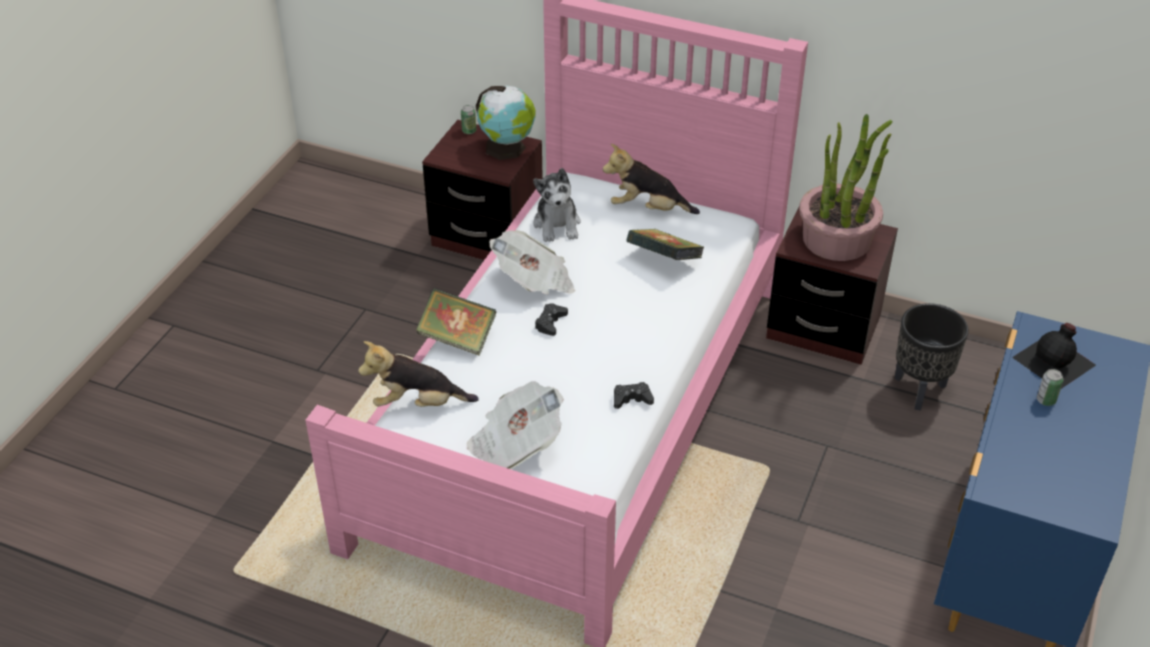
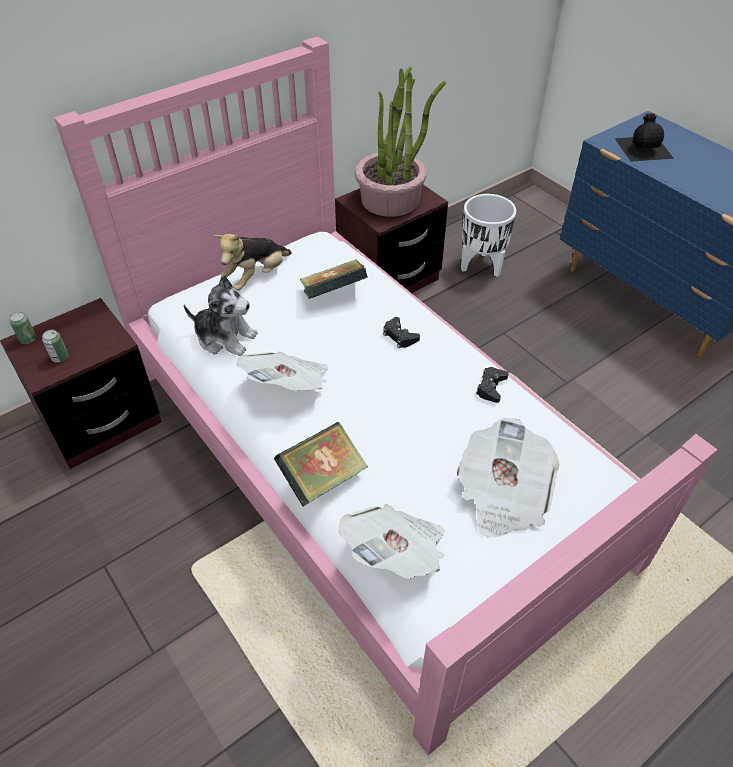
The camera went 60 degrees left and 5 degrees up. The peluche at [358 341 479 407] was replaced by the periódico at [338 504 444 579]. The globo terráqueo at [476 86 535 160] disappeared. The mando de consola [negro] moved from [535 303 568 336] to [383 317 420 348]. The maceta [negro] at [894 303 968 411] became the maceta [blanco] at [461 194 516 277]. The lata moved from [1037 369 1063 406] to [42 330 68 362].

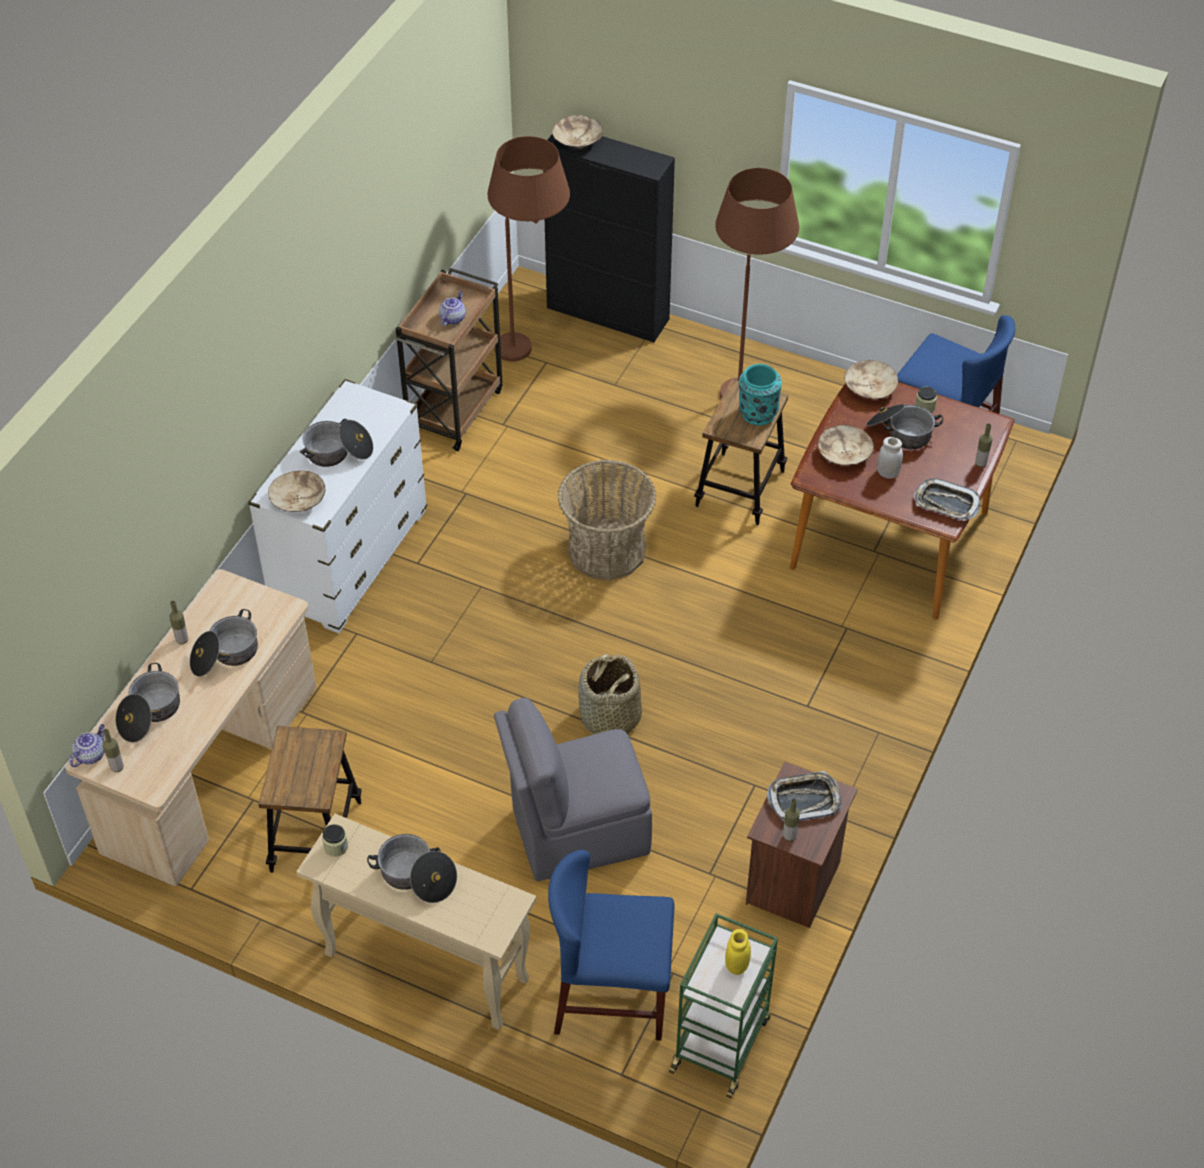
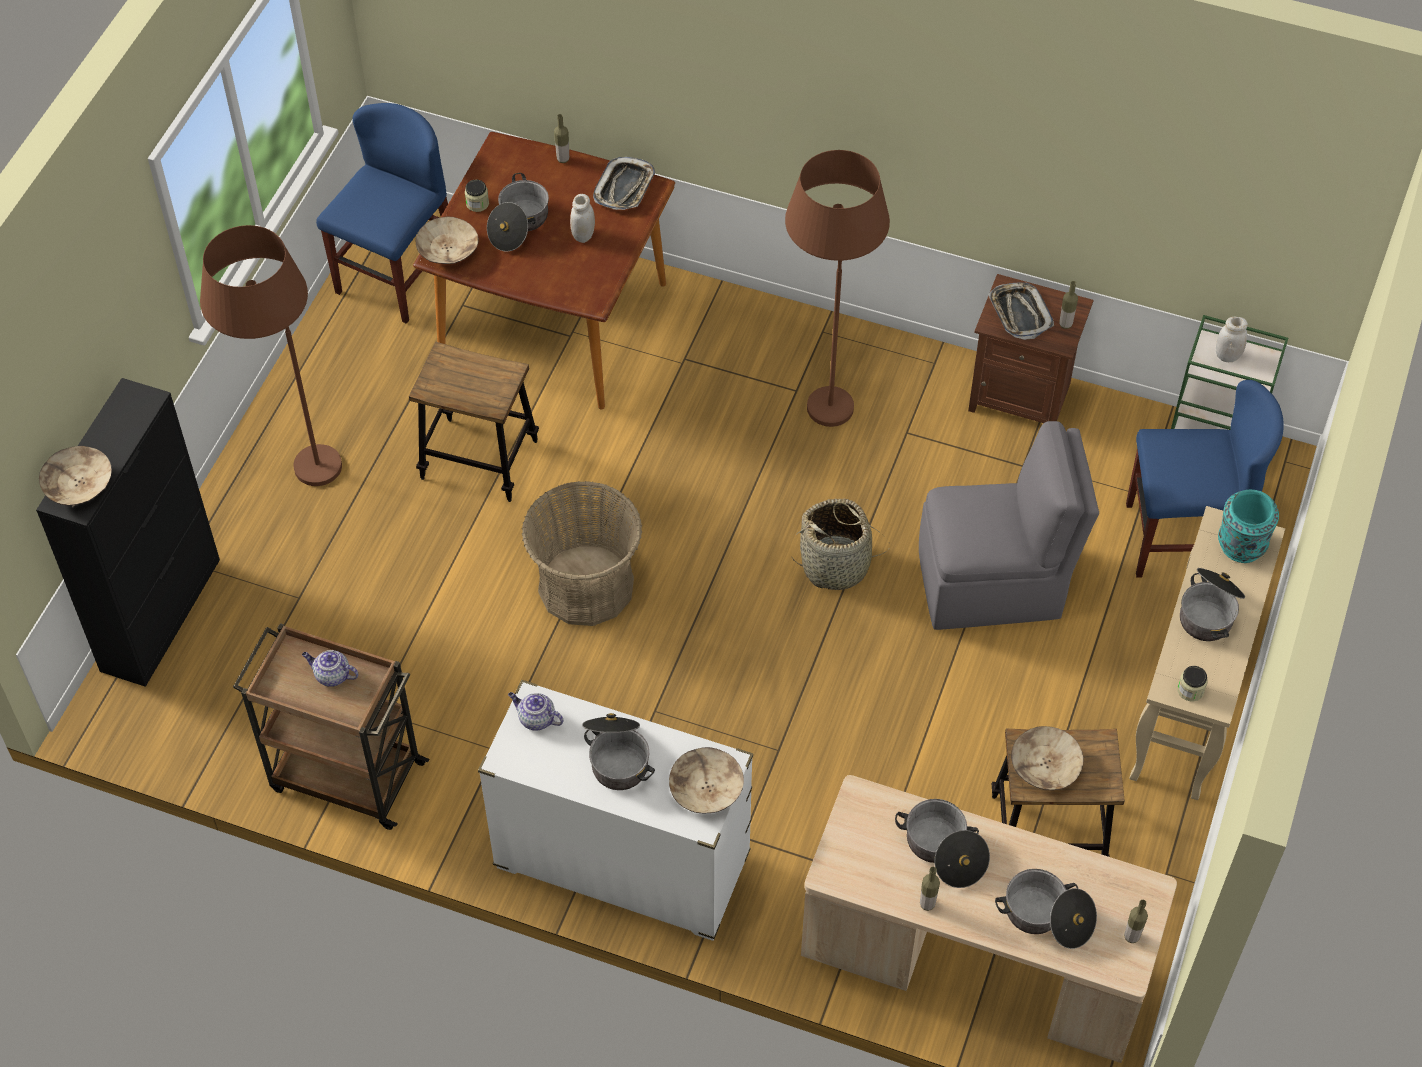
The camera went 95 degrees left and 5 degrees up. The tetera moved from [70 724 105 767] to [508 692 563 731]. The lámpara de pie [marrón] moved from [488 136 570 361] to [785 150 890 427]. The silla [gris] at [494 698 652 881] turned 75 degrees counterclockwise. The silla [azul] at [548 850 675 1041] turned 90 degrees counterclockwise. The tarro [amarillo] at [725 929 751 975] became the tarro [blanco] at [1216 317 1248 362]. The florero [turquesa] moved from [739 364 782 425] to [1218 490 1279 563]. The cuenco [beis] moved from [818 425 874 465] to [1011 726 1083 790].

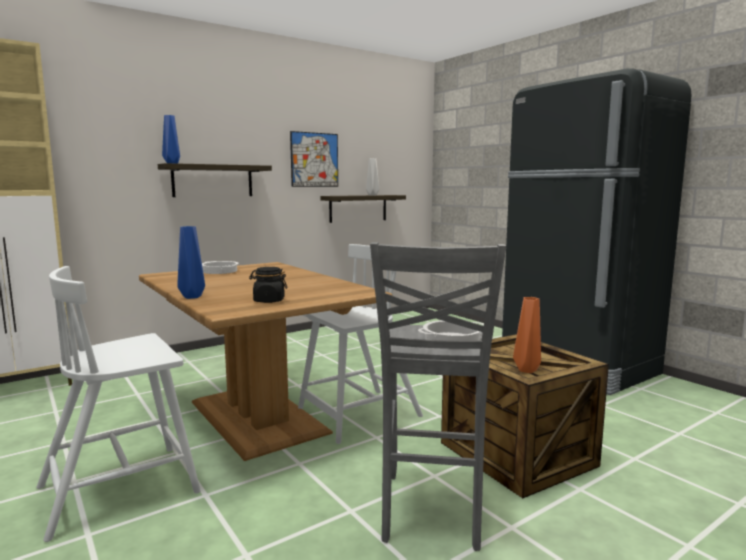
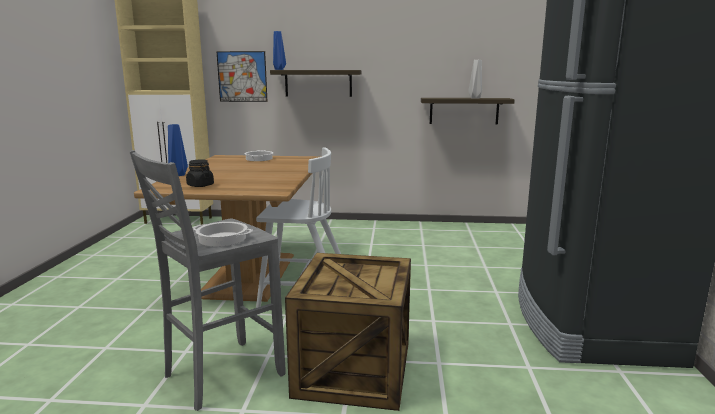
The camera went 40 degrees right and 5 degrees up. The silla [blanco] at [36 266 201 542] disappeared. The cuadro moved from [290 131 338 187] to [216 51 268 102]. The florero [naranja] at [513 297 541 373] disappeared.

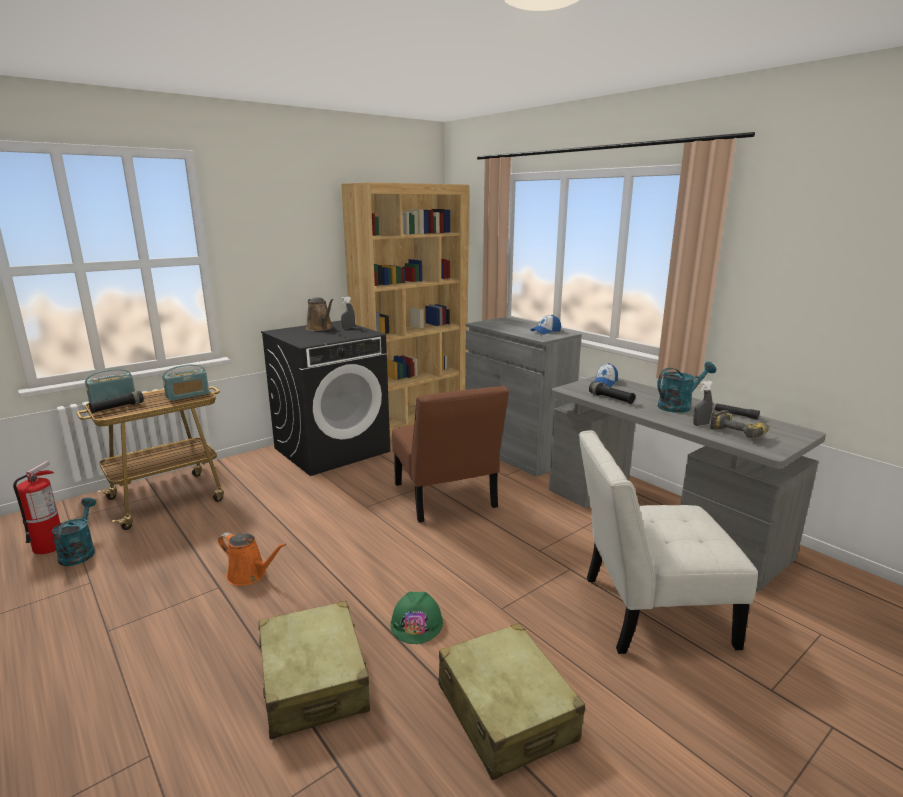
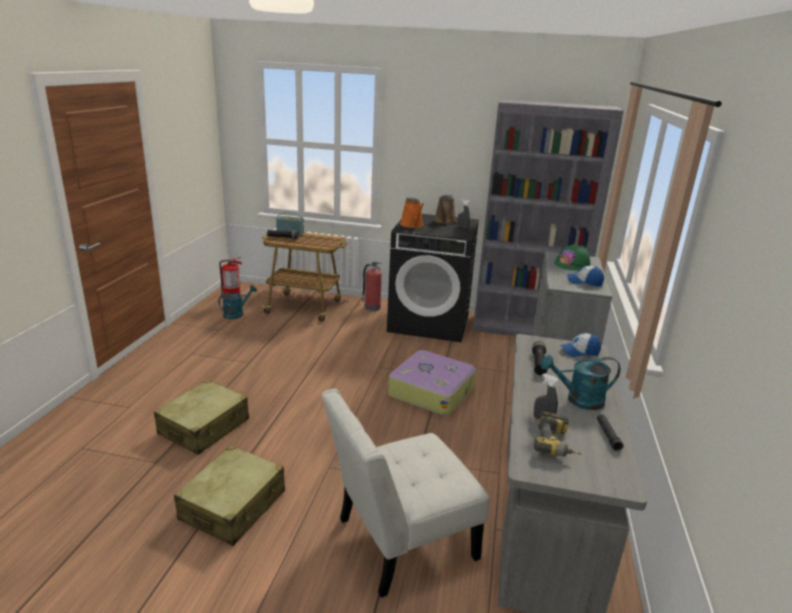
The camera went 50 degrees right and 5 degrees up. The radio at [162 364 209 401] disappeared. The regadera [naranja] moved from [218 532 287 586] to [400 197 424 228]. The estantería [marrón] at [341 182 469 436] became the estantería [gris] at [473 99 624 336]. The casco [verde] moved from [390 592 443 644] to [554 243 591 270]. The silla [marrón] at [392 386 509 523] was replaced by the maleta at [388 350 476 416]. The silla [blanco] at [579 430 758 654] turned 75 degrees counterclockwise. The regadera [turquesa] at [657 362 716 413] turned 150 degrees clockwise. The extintor at [362 262 382 311] appeared.

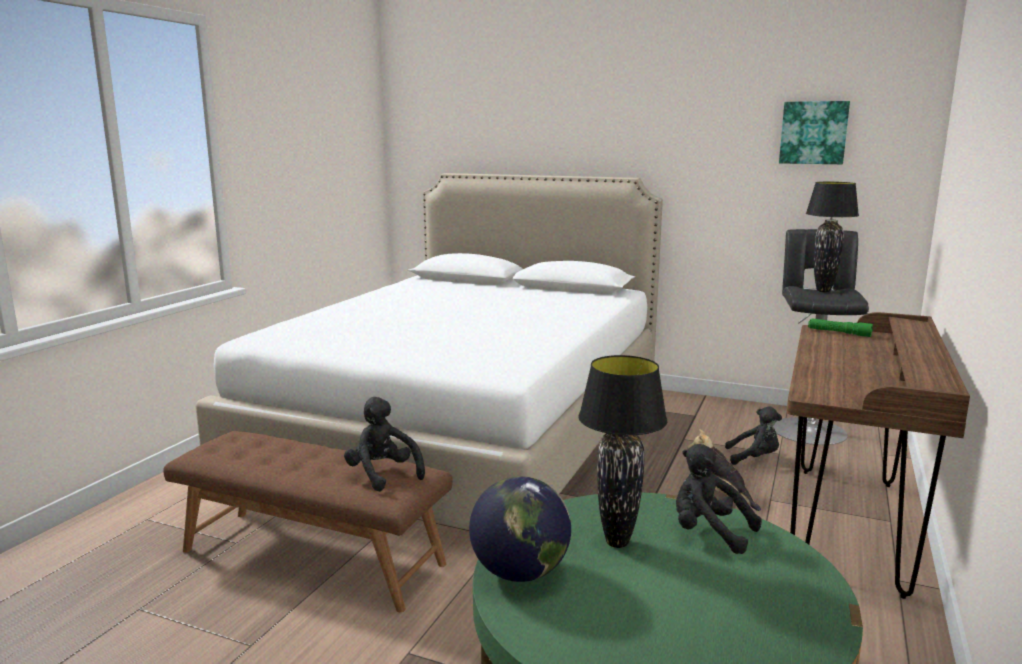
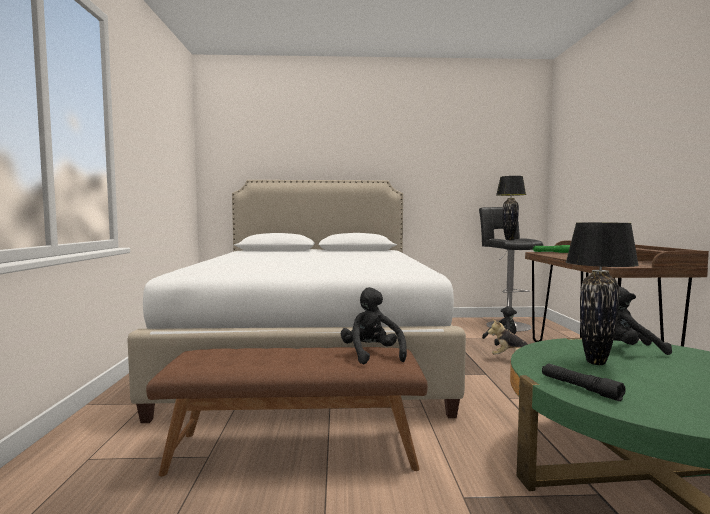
The camera went 25 degrees left and 10 degrees down. The peluche [negro] at [344 397 425 492] turned 45 degrees clockwise. The globo terráqueo at [469 476 571 582] was replaced by the linterna [negro] at [542 363 626 401]. The cuadro at [779 101 850 164] disappeared.

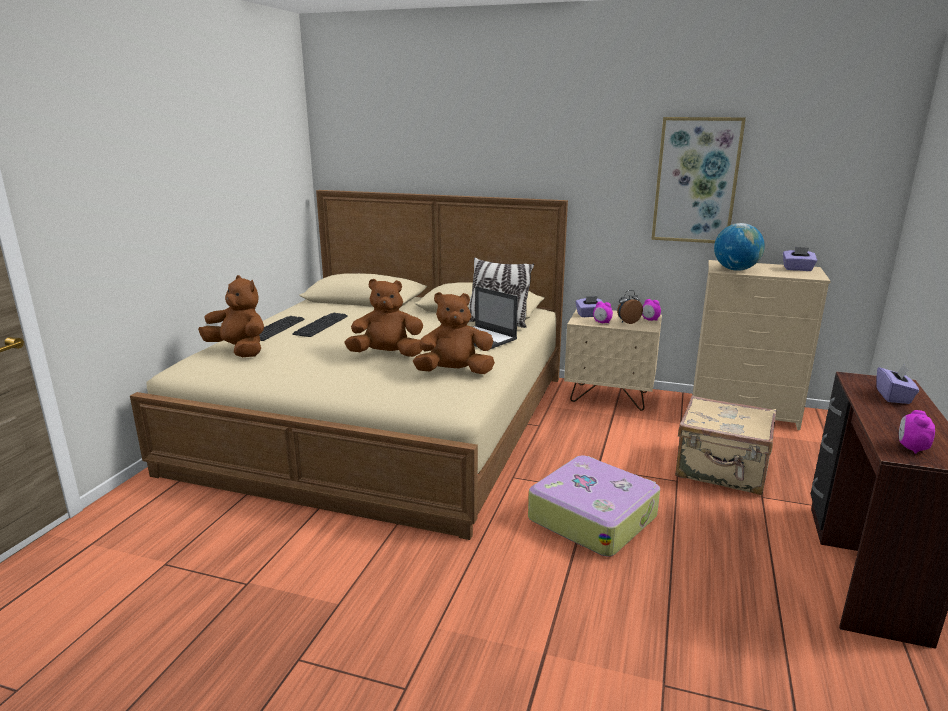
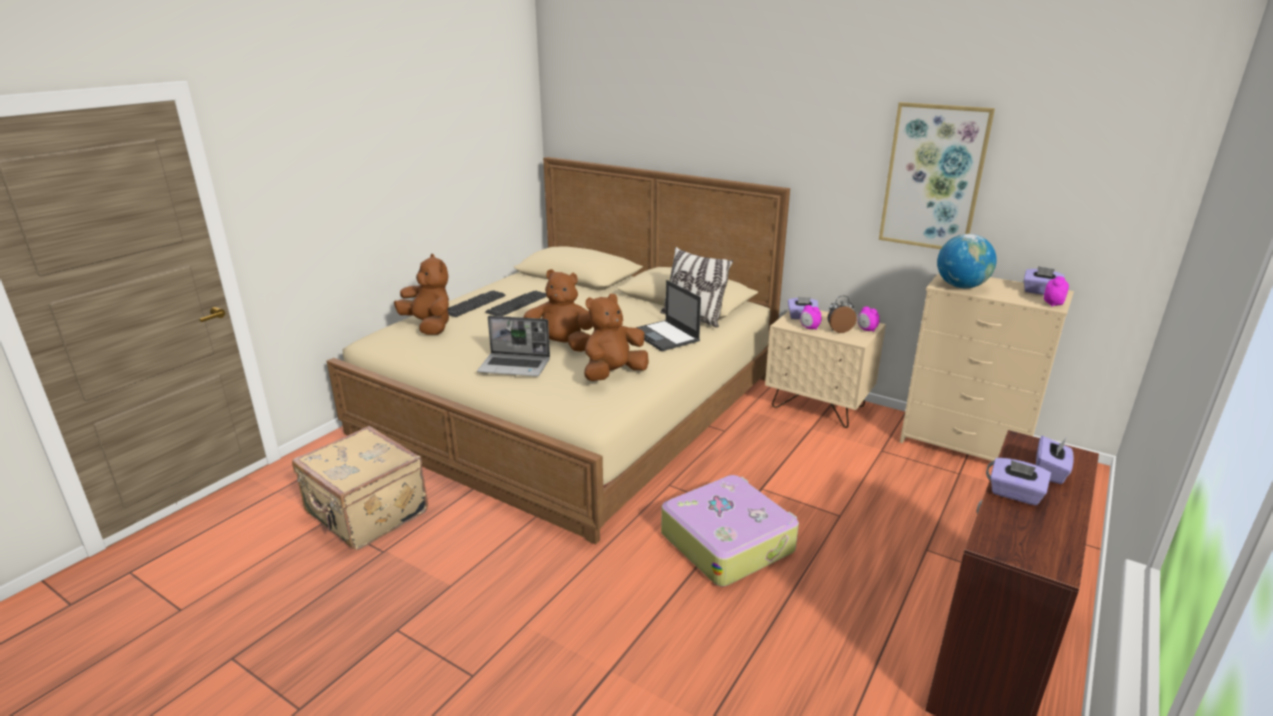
The camera went 15 degrees right and 5 degrees up. The peluche [marrón] at [413 292 495 374] turned 45 degrees counterclockwise. The maleta [beis] moved from [675 395 777 495] to [292 426 428 550]. The despertador moved from [899 410 935 454] to [1044 276 1069 307]. The portátil at [477 316 550 376] appeared. The caja de pañuelos [morado] at [990 458 1051 505] appeared.

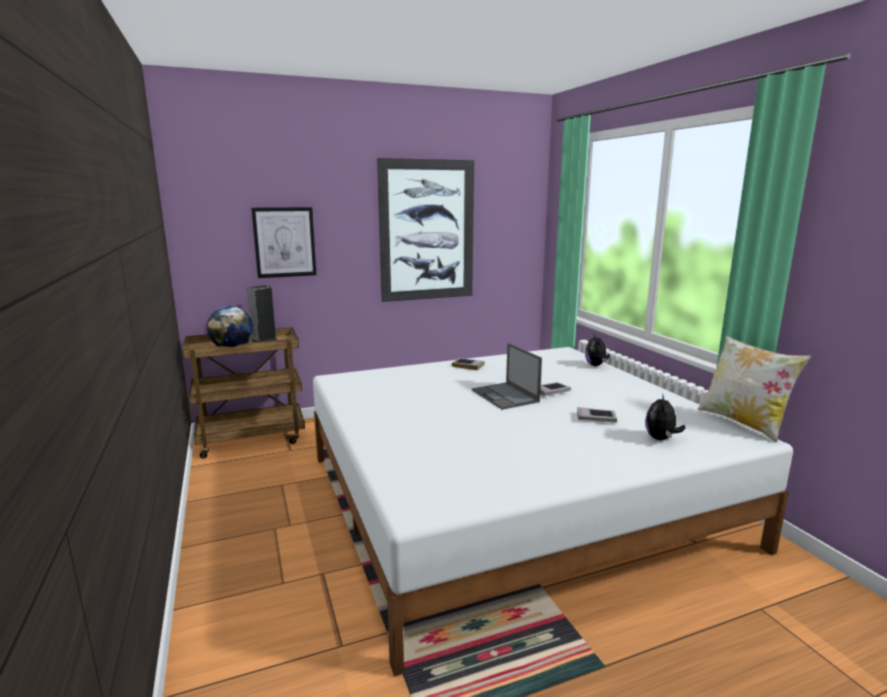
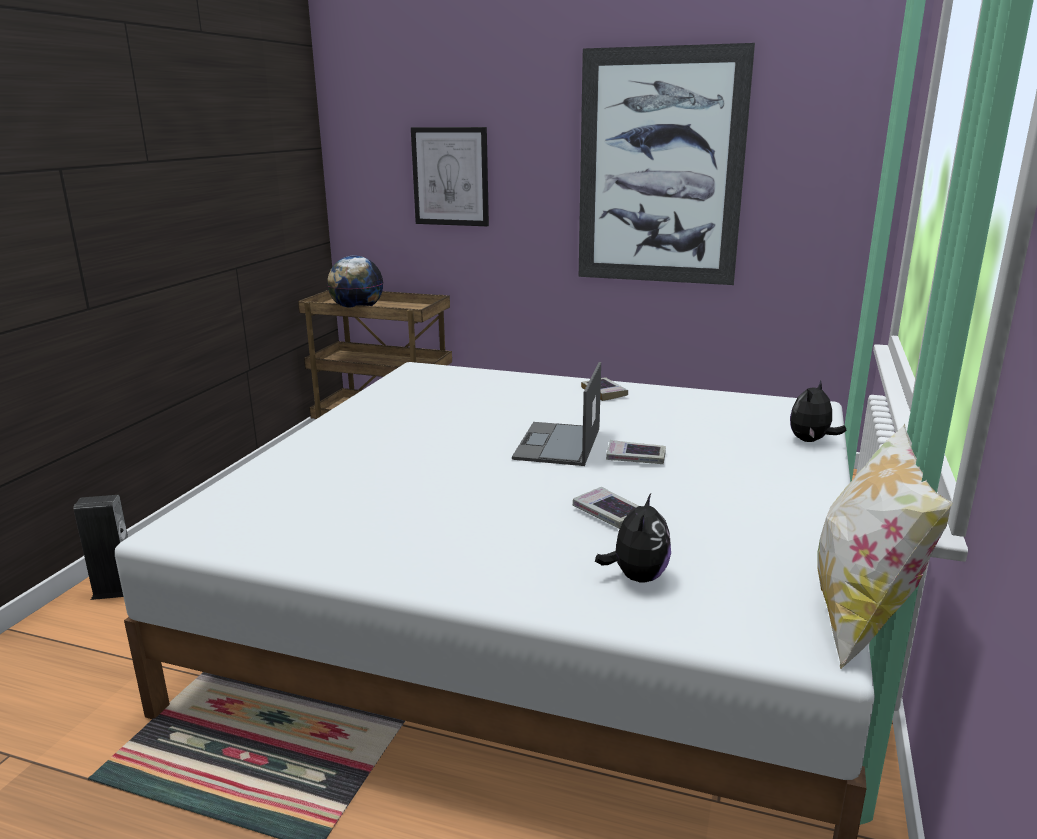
The camera went 40 degrees right and 5 degrees up. The altavoz moved from [247 285 278 342] to [74 495 128 600]. The peluche at [645 393 686 440] turned 135 degrees clockwise.

